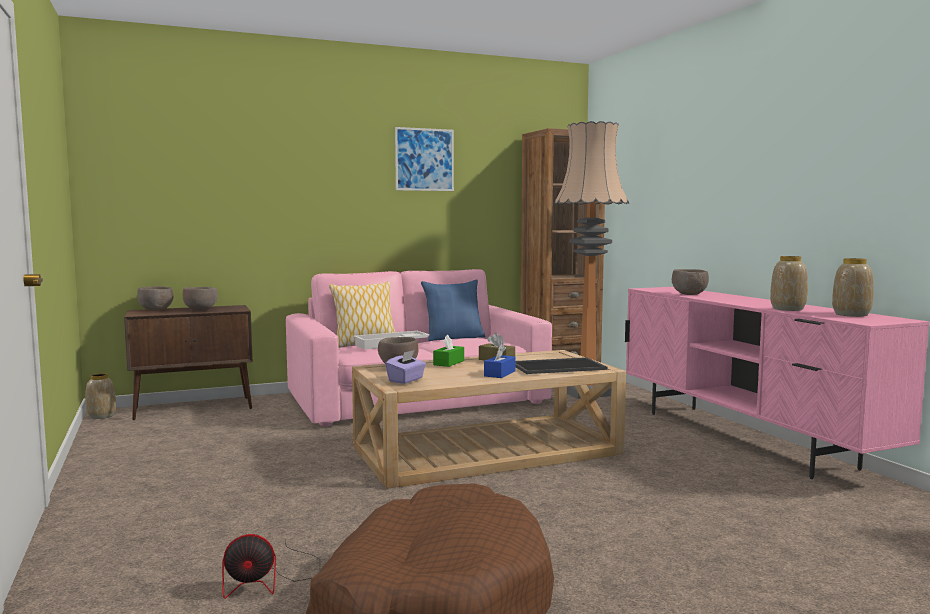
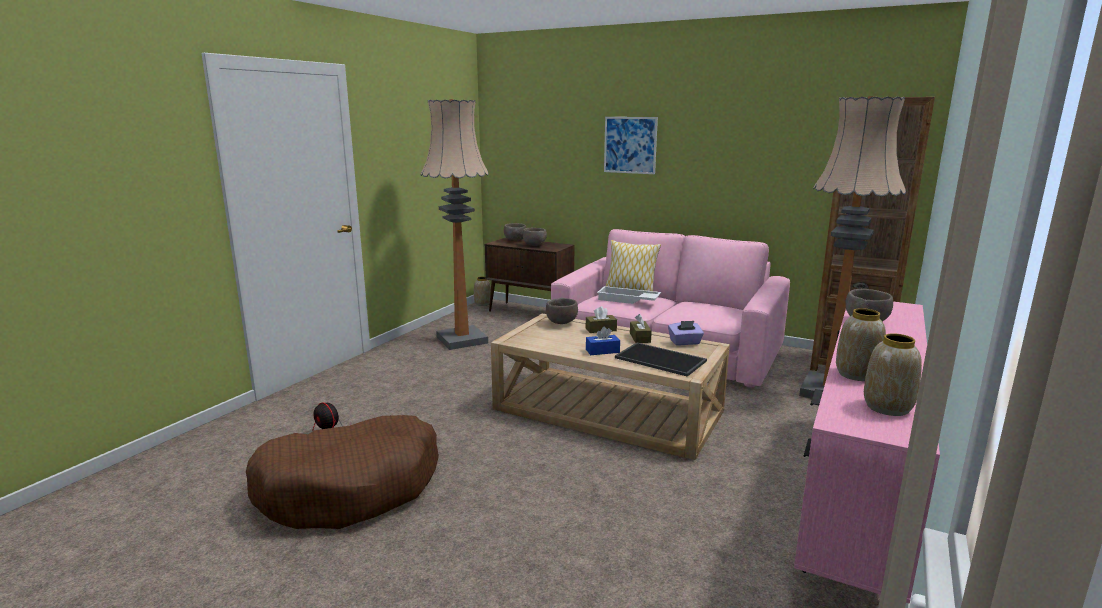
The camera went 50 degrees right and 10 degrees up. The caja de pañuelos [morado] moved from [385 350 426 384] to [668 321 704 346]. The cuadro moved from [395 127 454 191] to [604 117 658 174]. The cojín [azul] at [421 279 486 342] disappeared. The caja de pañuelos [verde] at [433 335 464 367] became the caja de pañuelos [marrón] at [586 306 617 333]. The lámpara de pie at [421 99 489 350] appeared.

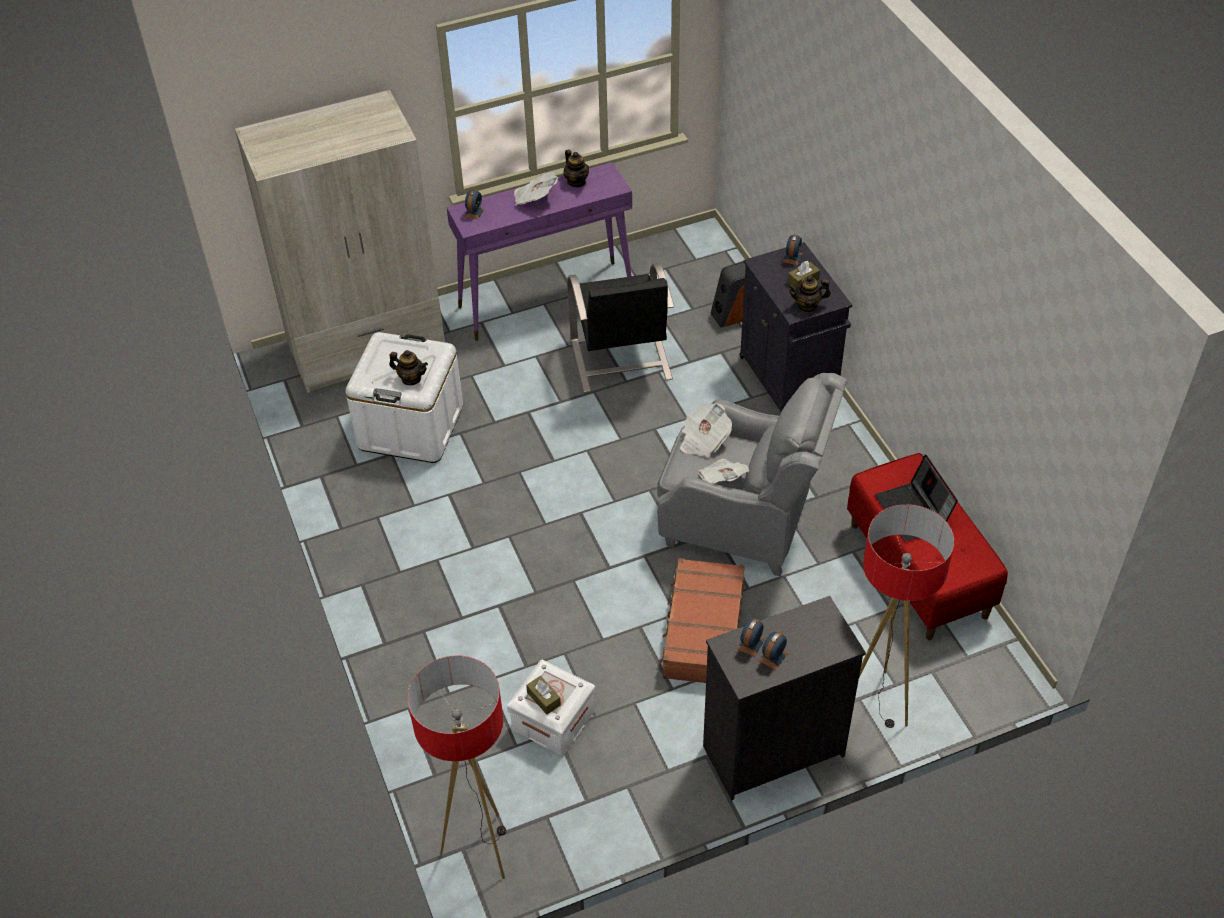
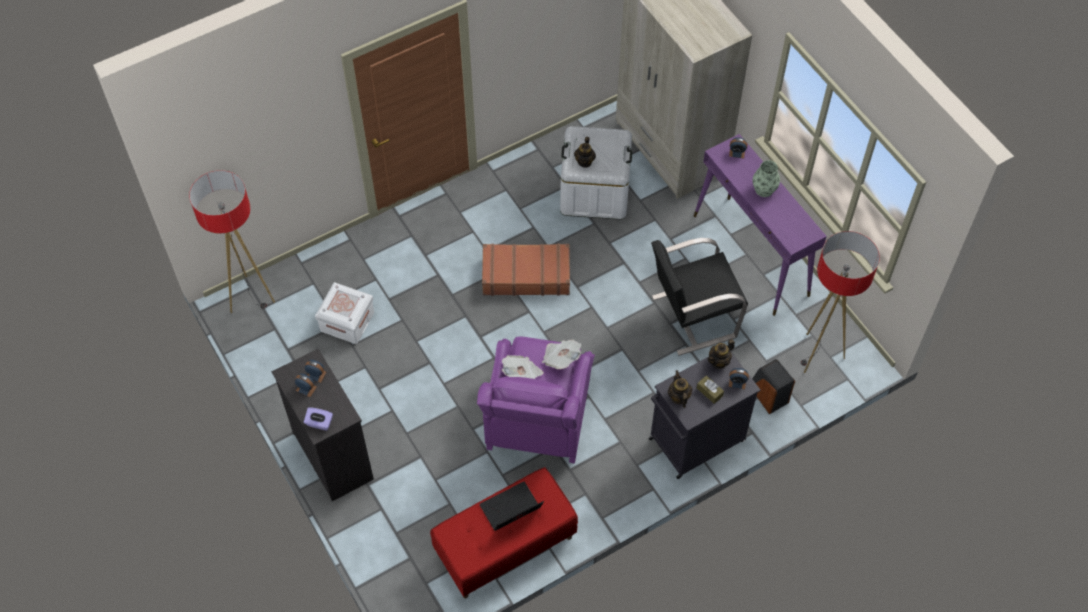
The camera went 80 degrees right and 10 degrees up. The periódico at [514 172 558 205] was replaced by the florero at [753 160 780 197]. The caja de pañuelos [marrón] at [526 676 561 714] disappeared. The tetera moved from [563 149 589 187] to [708 339 735 369]. The sillón [gris] at [657 373 848 577] became the sillón [morado] at [477 336 595 463]. The maleta [marrón] moved from [658 558 745 683] to [482 244 570 296]. The lámpara de pie moved from [859 504 954 728] to [801 231 880 373]. The caja de pañuelos [morado] at [304 407 333 431] appeared.

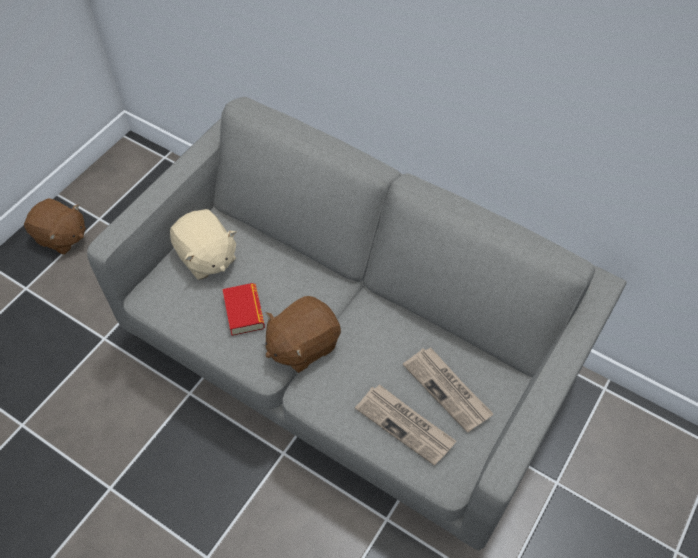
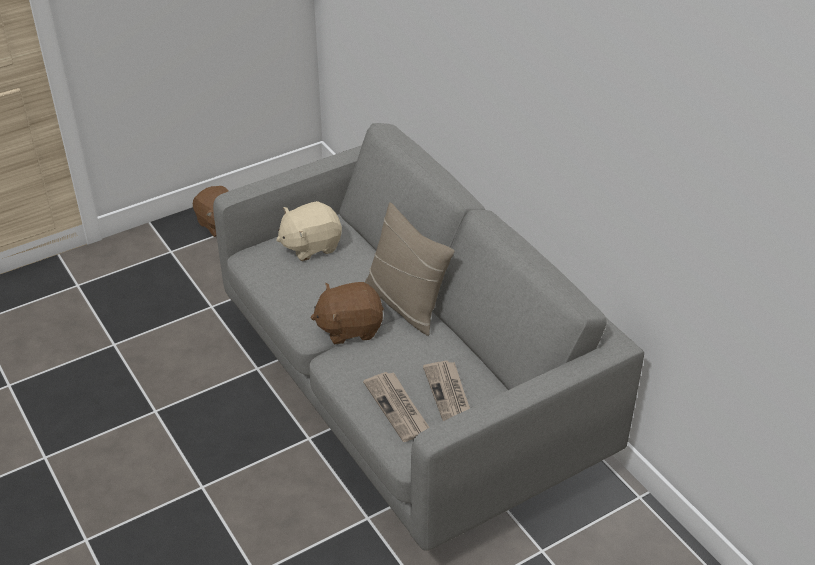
The camera went 25 degrees right and 15 degrees down. The peluche [beis] at [170 209 236 280] turned 75 degrees clockwise. The libro at [223 283 265 336] disappeared. The cojín [beis] at [365 202 454 336] appeared.

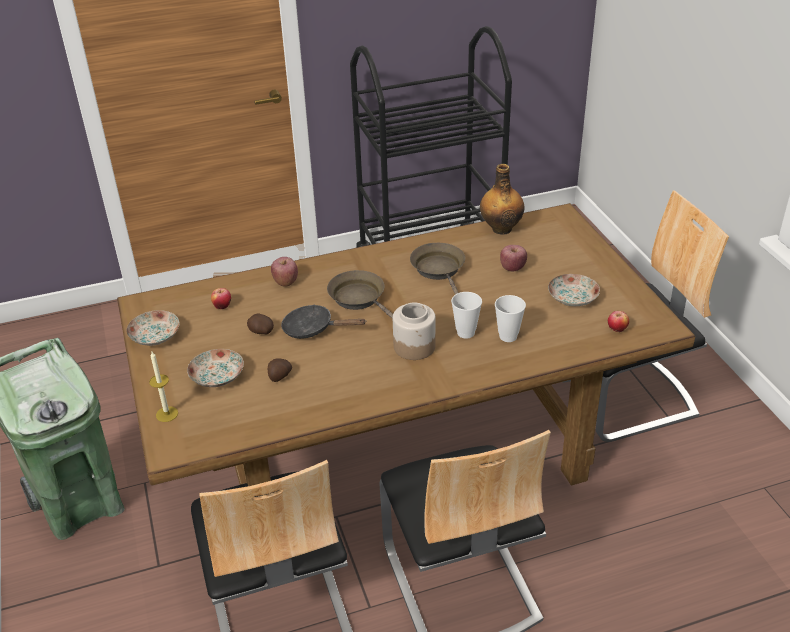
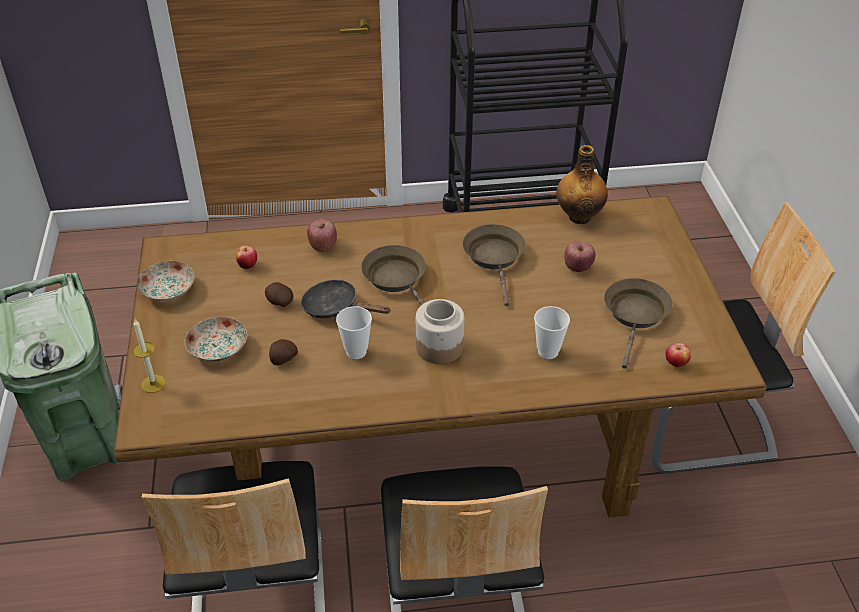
The camera went 10 degrees right and 5 degrees up. The taza moved from [451 292 482 339] to [336 306 372 359]. The plato at [548 274 600 306] was replaced by the sartén [marrón] at [604 278 672 369].

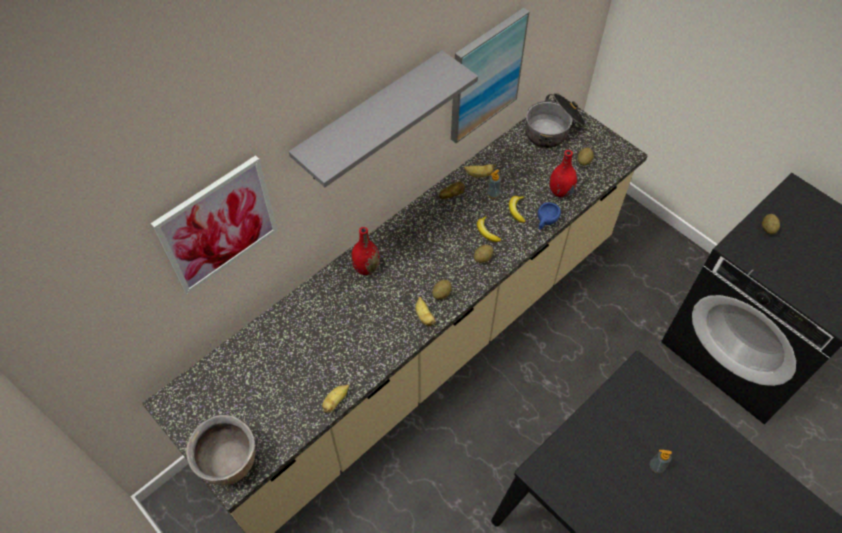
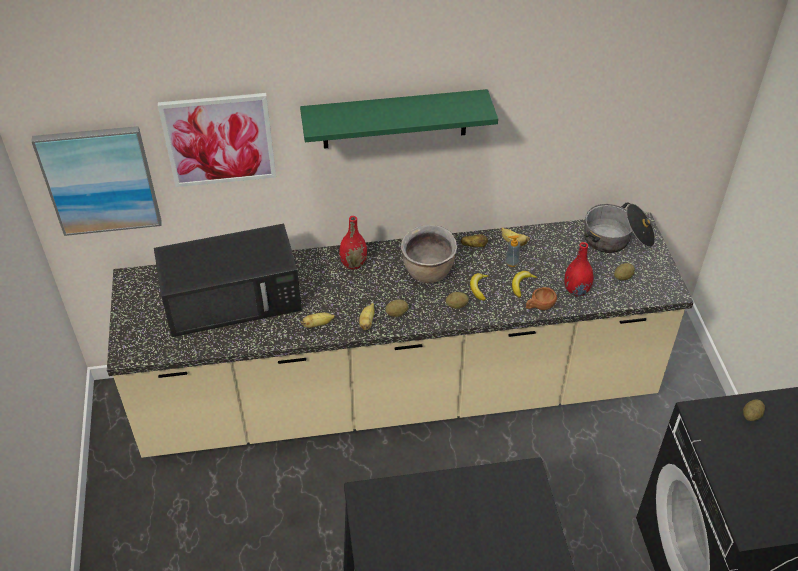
The camera went 35 degrees right and 10 degrees down. The olla [marrón] moved from [186 415 255 485] to [401 225 457 283]. The estante [gris] at [289 50 478 187] became the estante [verde] at [300 89 498 149]. The plátano moved from [322 384 349 413] to [301 312 335 328]. The cuadro moved from [451 8 530 143] to [31 126 162 236]. The taza [azul] at [538 202 561 230] became the taza [marrón] at [526 287 557 310]. The dispensador de jabón at [649 450 672 473] disappeared. The microondas [negro] at [154 224 302 337] appeared.

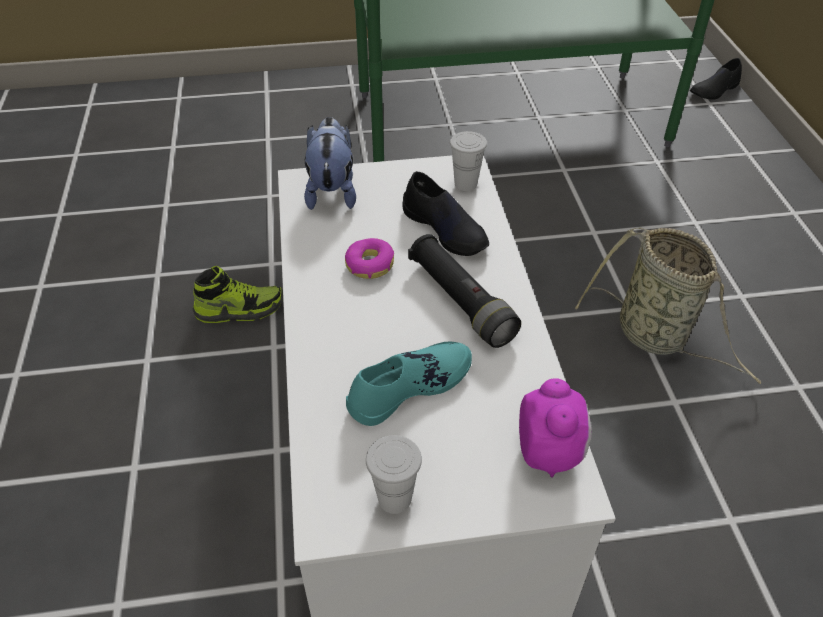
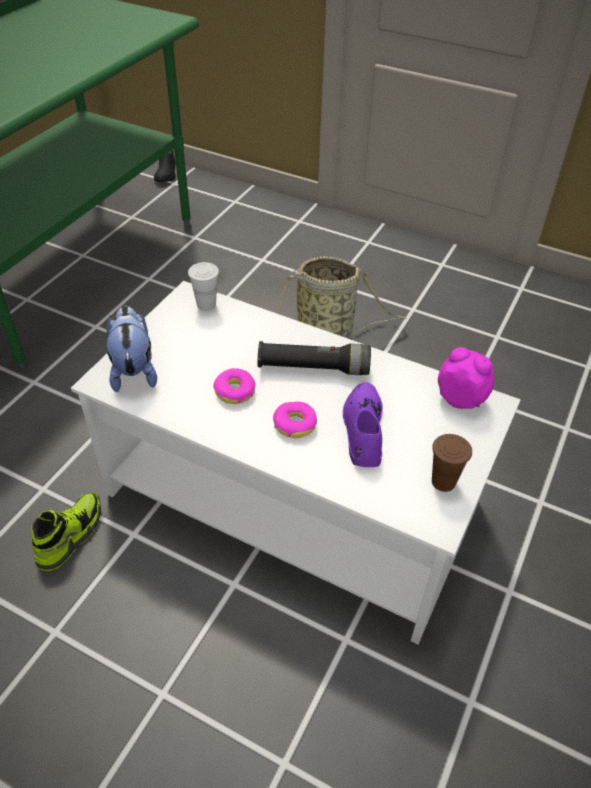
The camera went 55 degrees left and 0 degrees up. The peluche at [304 117 356 210] turned 45 degrees clockwise. The zapato [turquesa] at [346 342 472 426] became the zapato [morado] at [343 382 383 467]. The taza [blanco] at [366 435 422 514] became the taza [marrón] at [432 434 472 492]. The zapato [negro] at [402 171 489 256] disappeared. The rosquilla at [273 401 317 438] appeared.

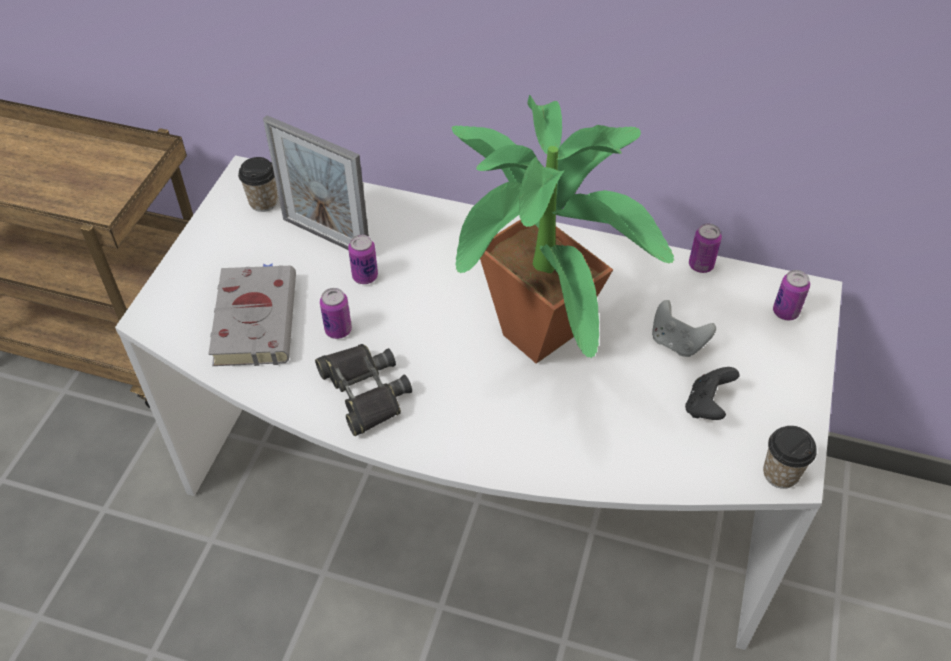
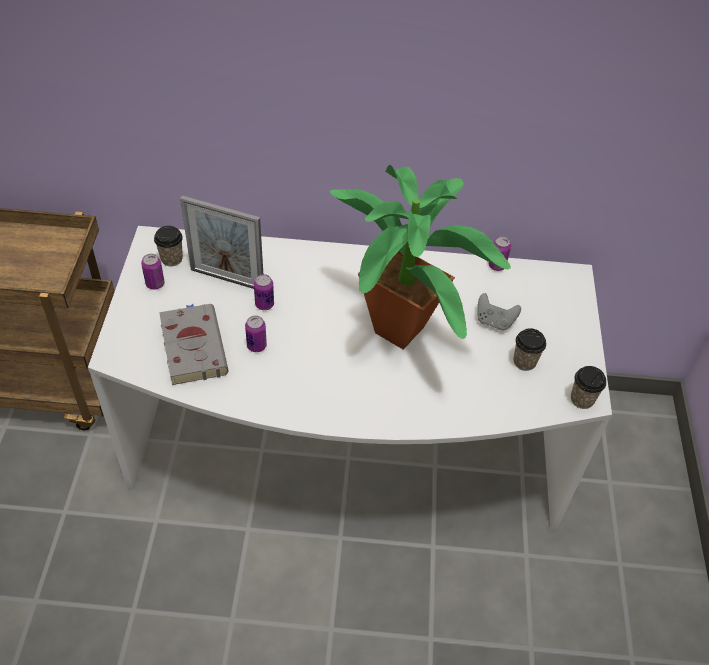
The camera went 15 degrees left and 0 degrees up. The prismáticos [negro] at [315 344 412 436] disappeared. The mando de consola [negro] at [685 367 739 420] was replaced by the taza at [513 328 546 371]. The lata moved from [773 270 810 320] to [141 254 165 290].

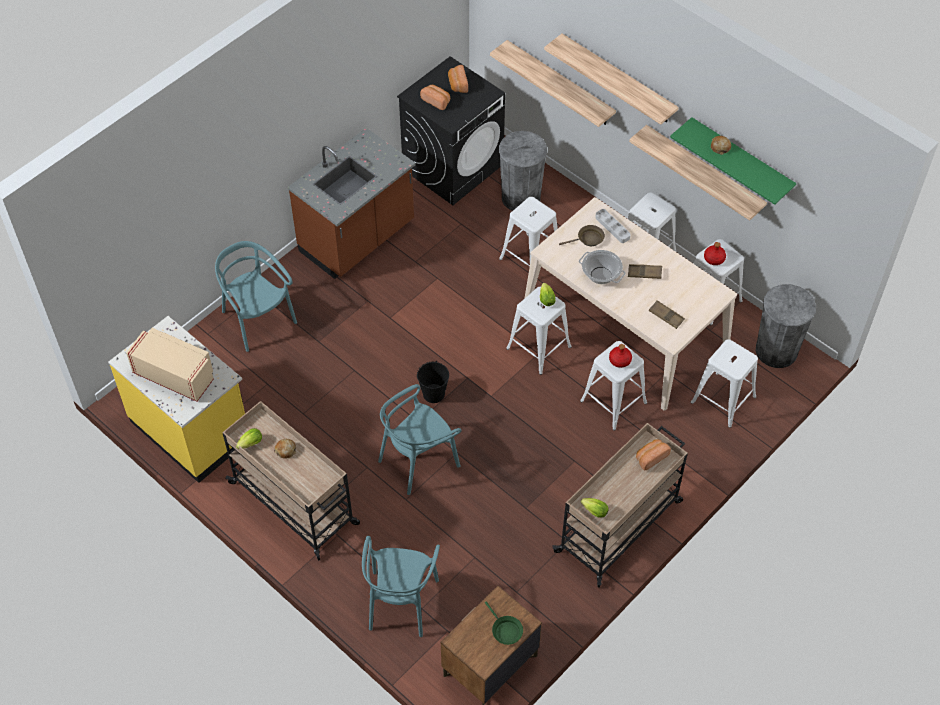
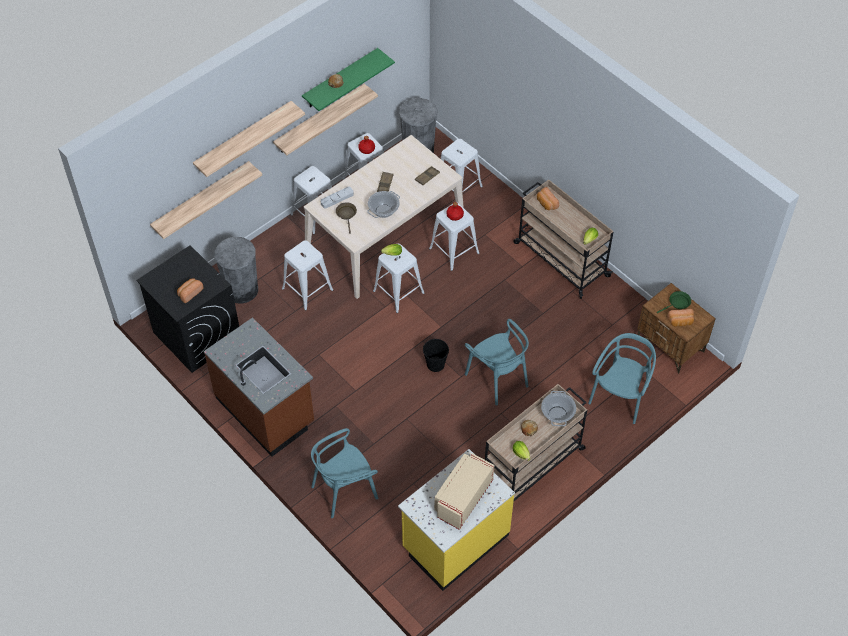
The camera went 85 degrees left and 0 degrees up. The silla [turquesa] at [362 536 440 637] turned 75 degrees counterclockwise. The pan moved from [448 65 468 93] to [667 309 694 327]. The olla at [541 391 576 426] appeared.

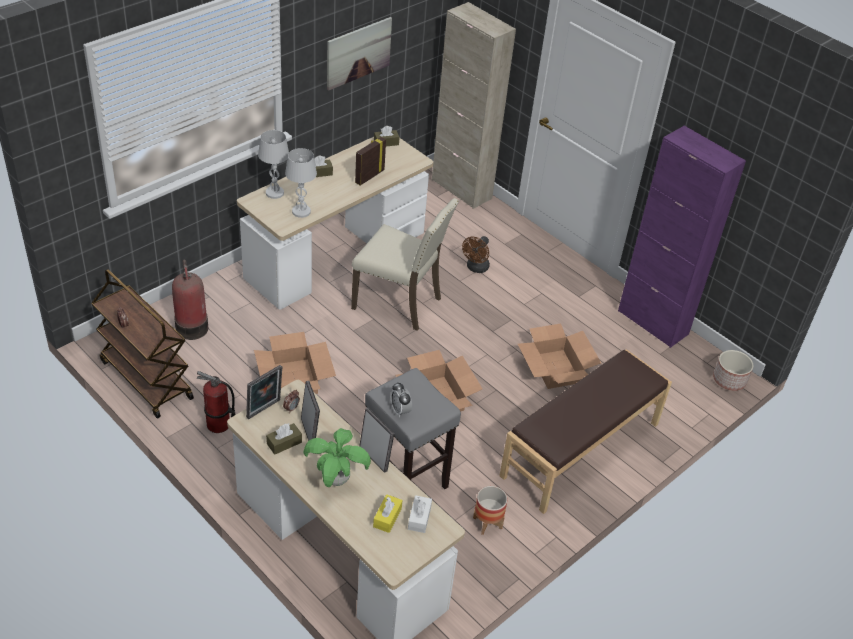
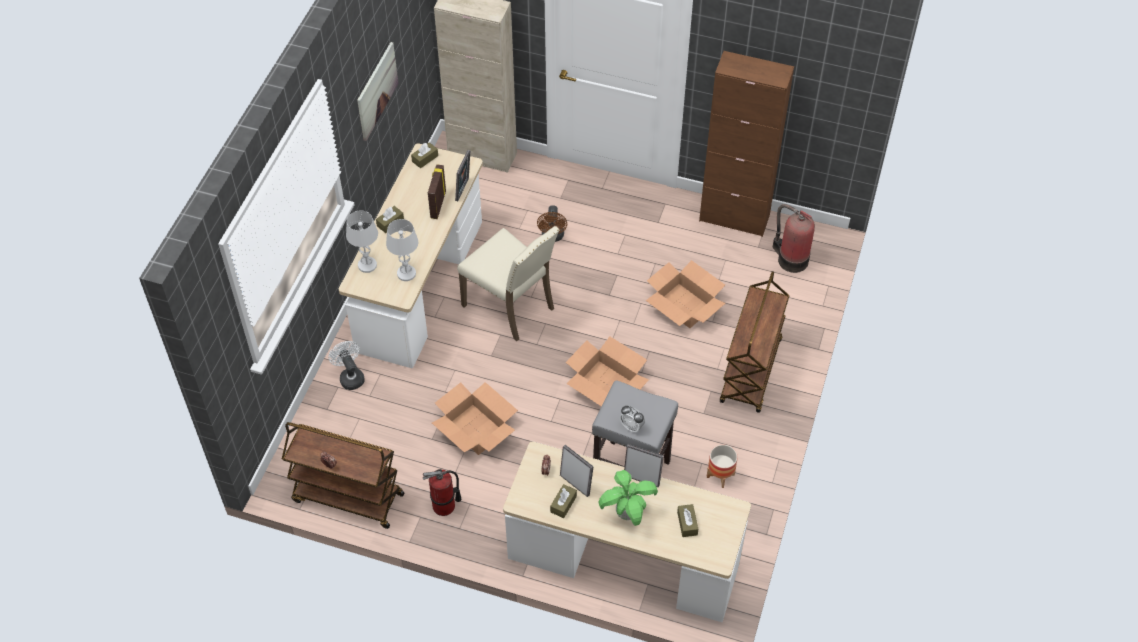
The camera went 25 degrees left and 10 degrees up. The extintor moved from [172 260 208 340] to [773 204 815 273]. The portarretratos moved from [246 365 282 419] to [455 150 470 202]. The silla [beis] at [351 198 459 331] turned 45 degrees clockwise. The caja de pañuelos [amarillo] at [373 494 402 533] became the caja de pañuelos [marrón] at [677 504 698 537]. The caja de pañuelos [blanco] at [408 495 432 533] disappeared. The banco [marrón] at [499 349 672 514] was replaced by the carrito [marrón] at [720 271 790 413]. The armario [morado] at [618 126 746 348] became the armario [marrón] at [699 51 794 237]. The maceta at [713 350 753 391] disappeared. The ventilador [blanco] at [328 341 365 390] appeared.

